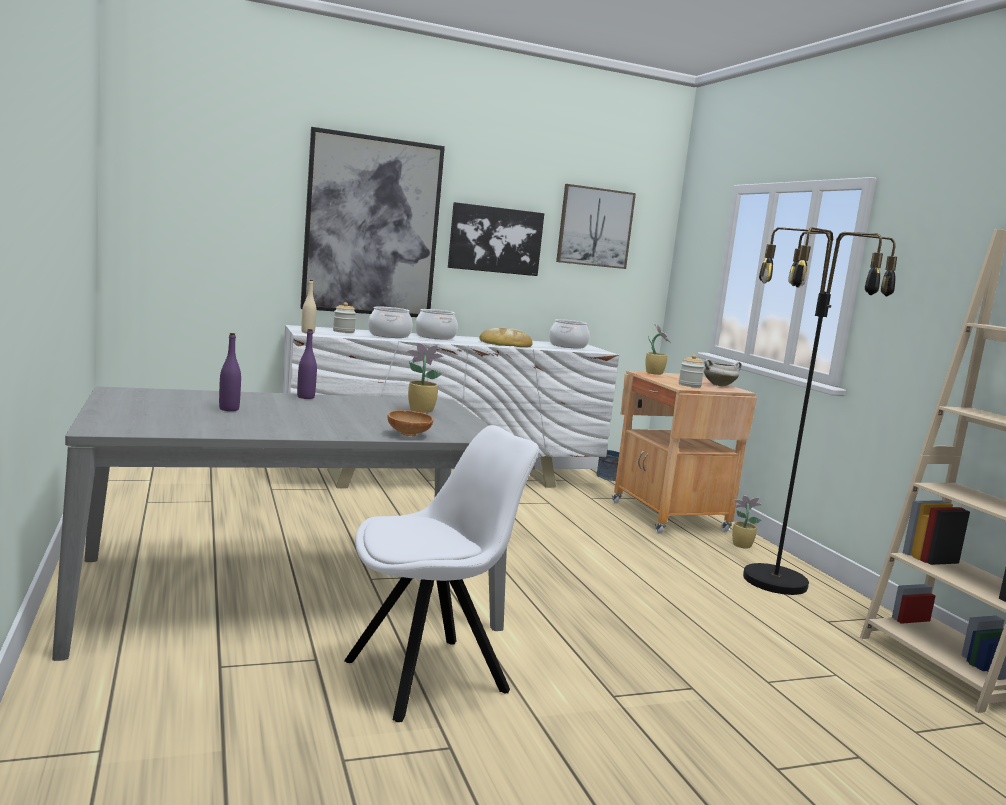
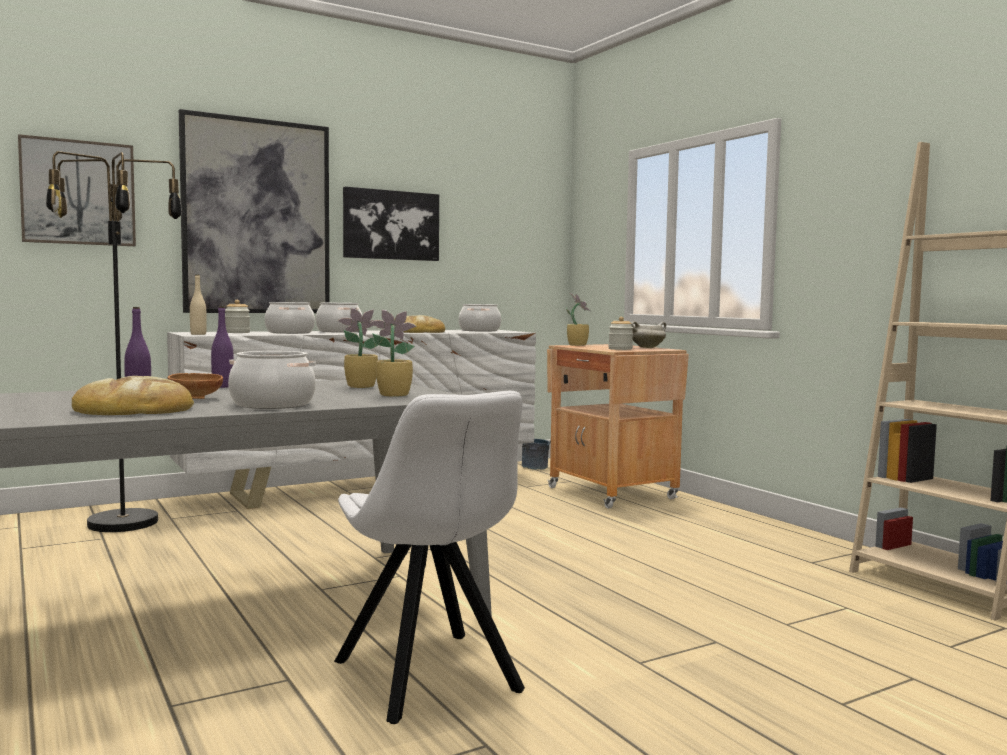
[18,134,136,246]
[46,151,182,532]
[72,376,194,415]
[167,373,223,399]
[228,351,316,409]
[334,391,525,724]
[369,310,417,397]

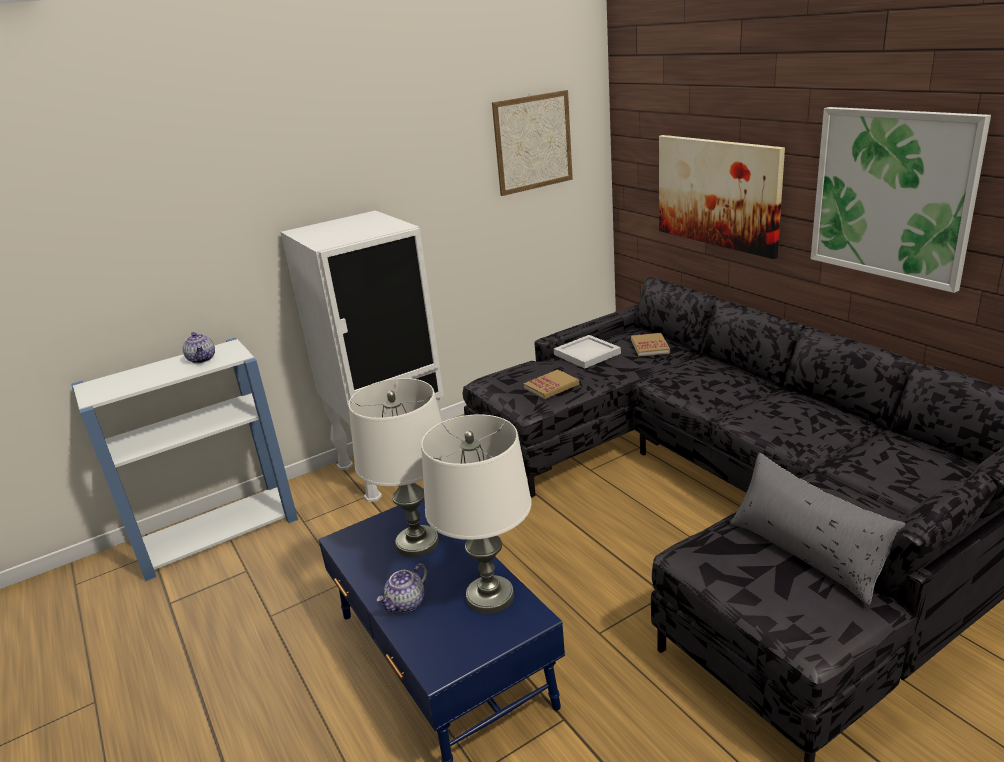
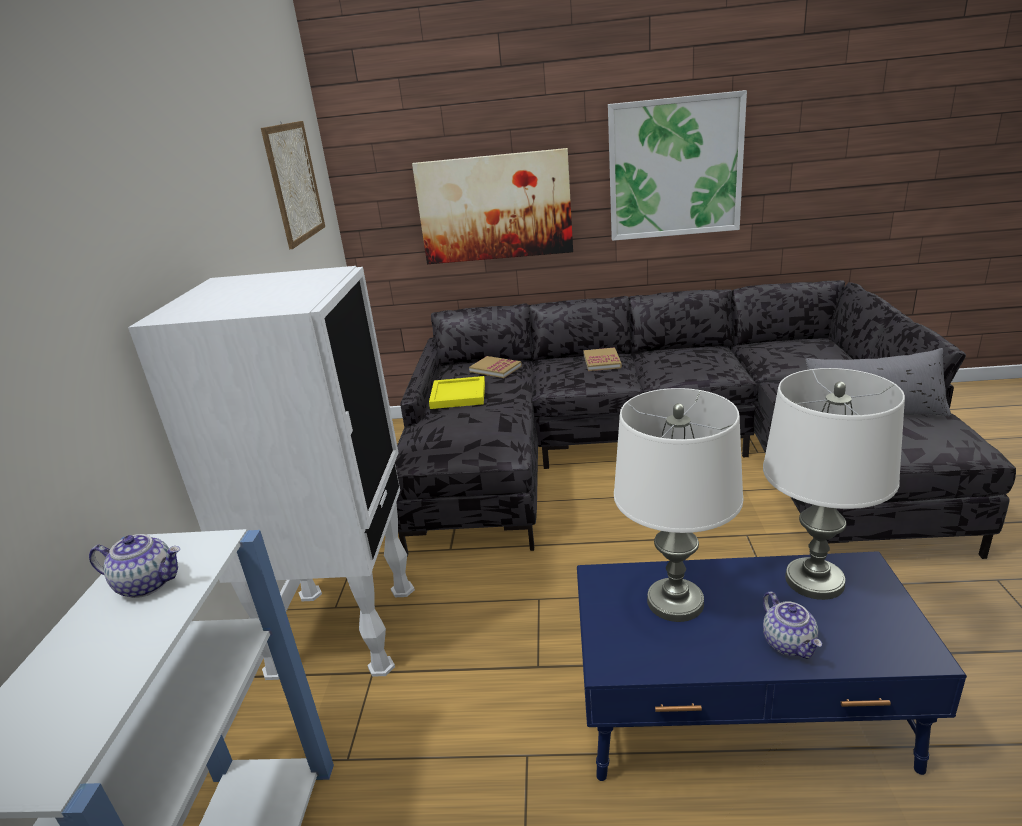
[429,376,485,409]
[583,347,622,371]

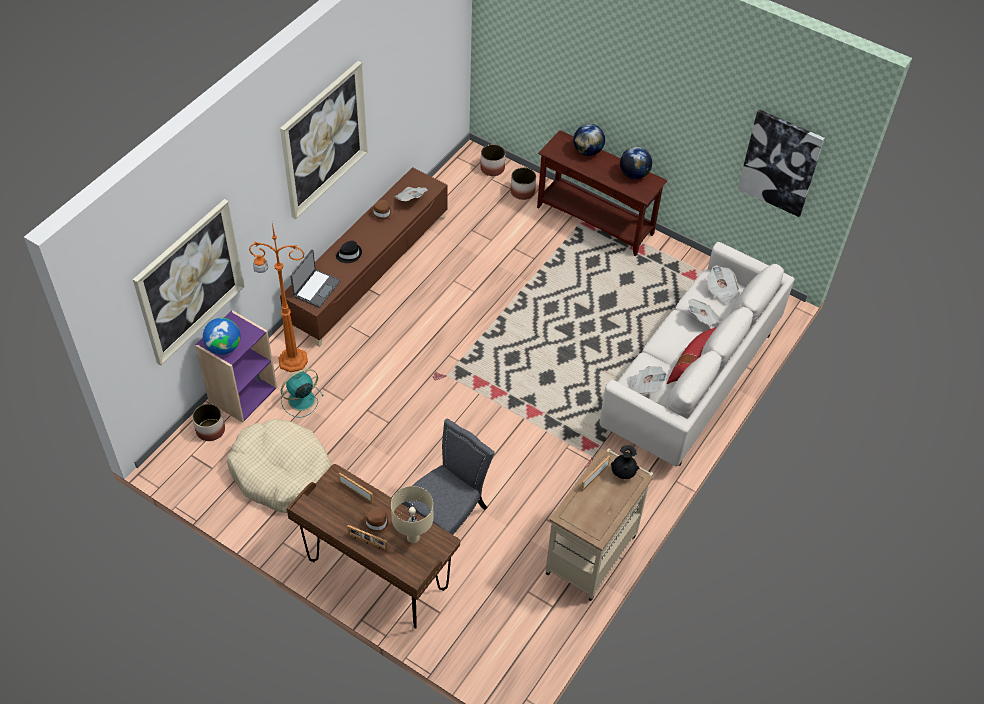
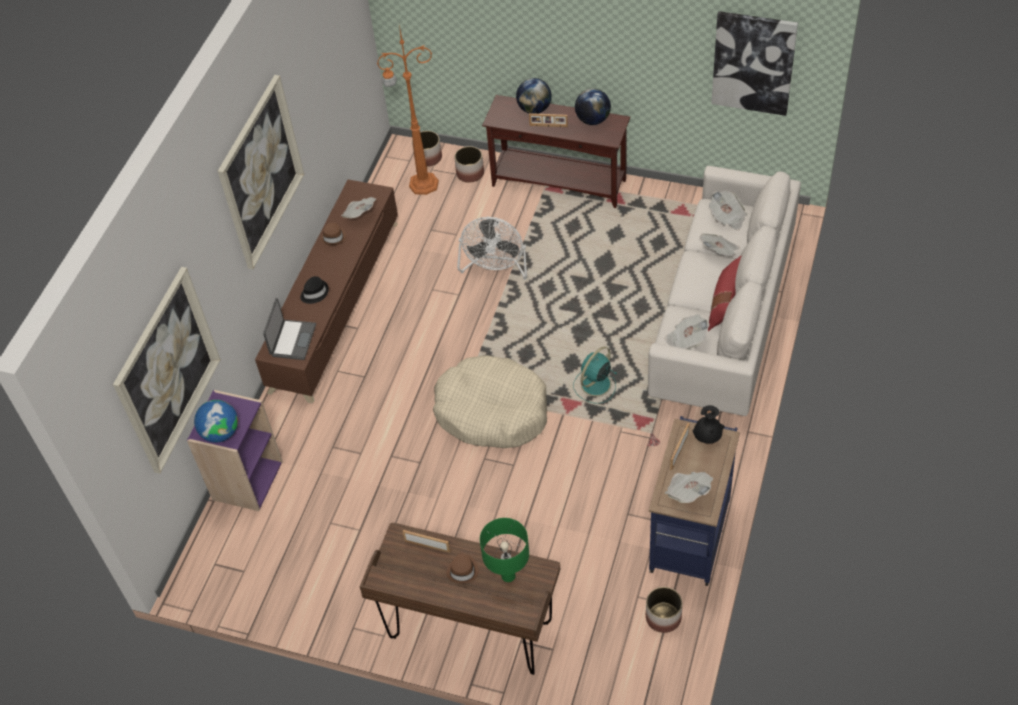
[377,25,439,195]
[433,355,547,448]
[457,217,527,280]
[480,518,529,582]
[529,113,568,127]
[574,346,617,404]
[646,587,682,633]
[649,416,740,586]
[664,472,713,503]
[402,418,495,535] (first image)

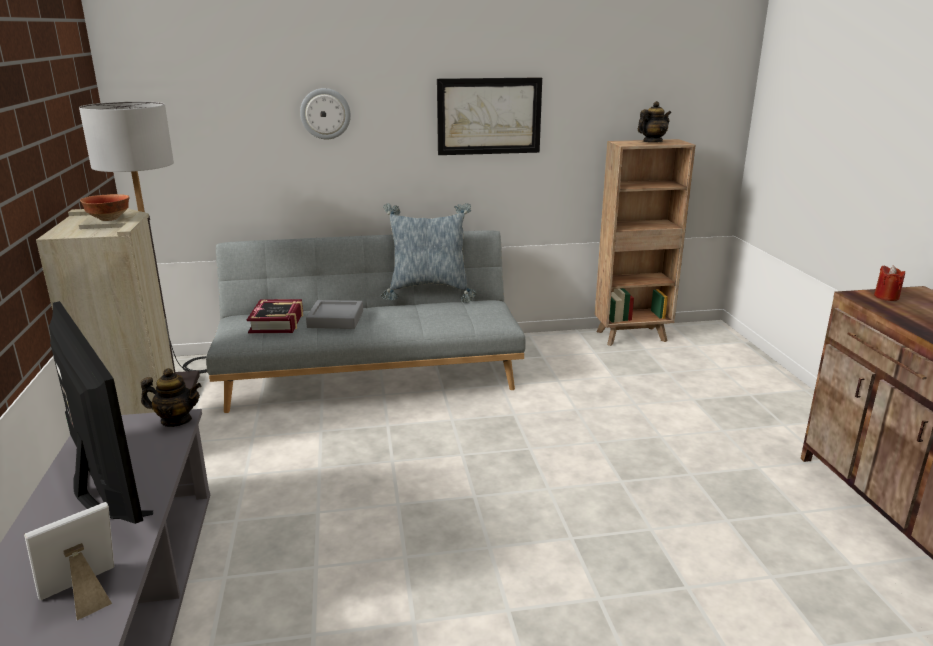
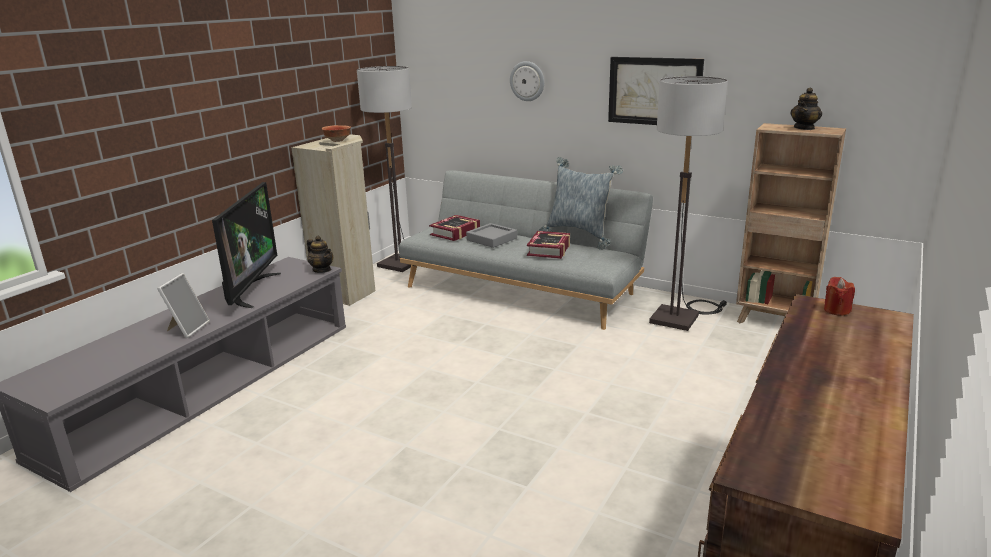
[157,273,210,338]
[527,231,570,259]
[649,76,728,331]
[790,87,822,130]

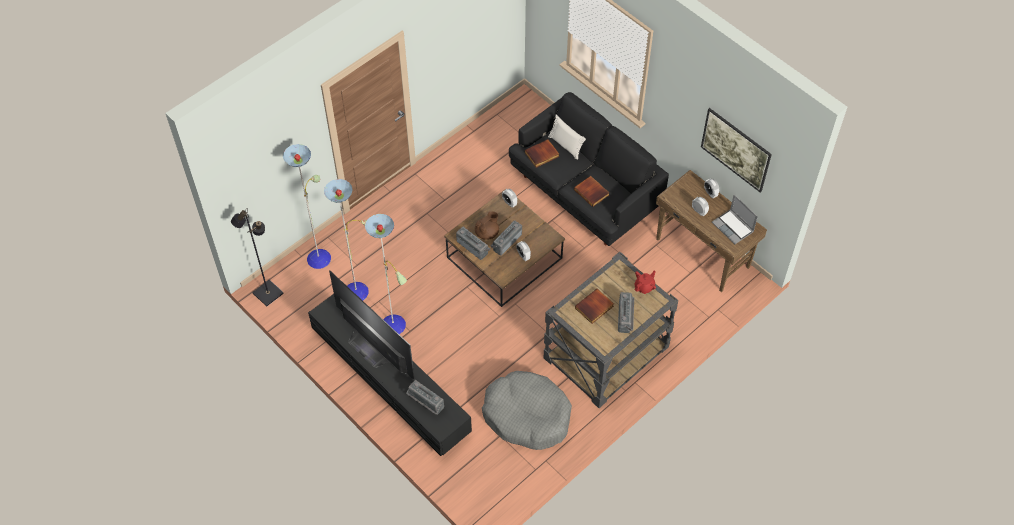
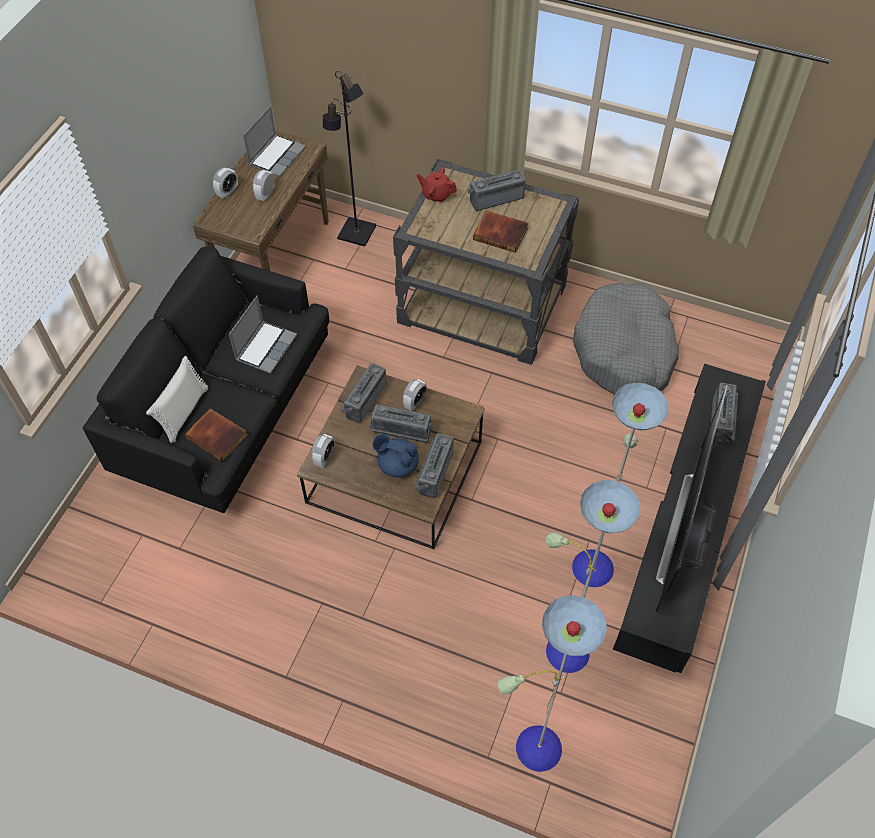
[229,296,297,374]
[323,71,376,247]
[340,363,387,423]
[372,434,419,477]
[701,108,772,193] (first image)

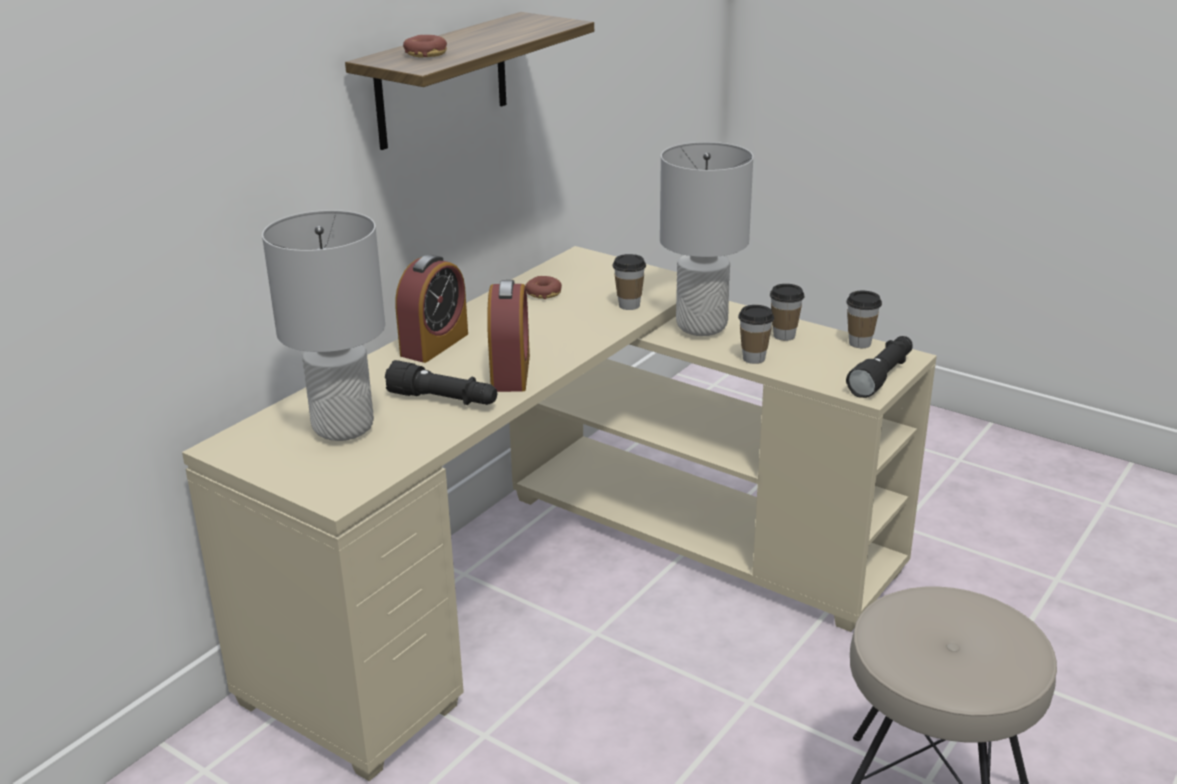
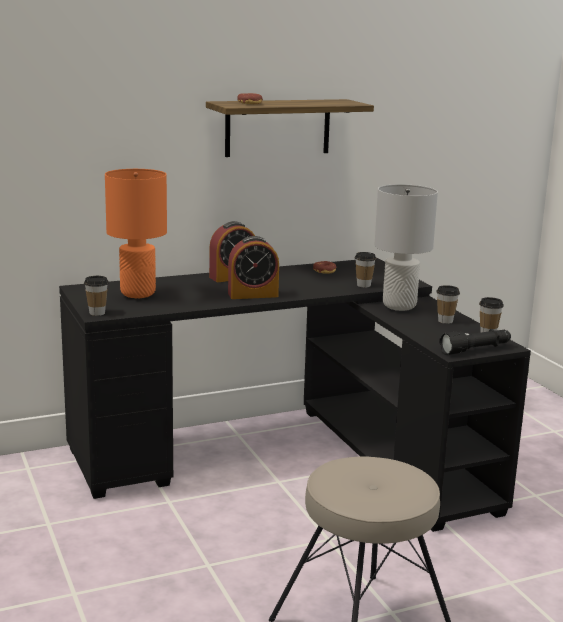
[59,258,531,532]
[84,276,109,316]
[105,169,167,298]
[228,236,279,299]
[385,360,497,405] (first image)

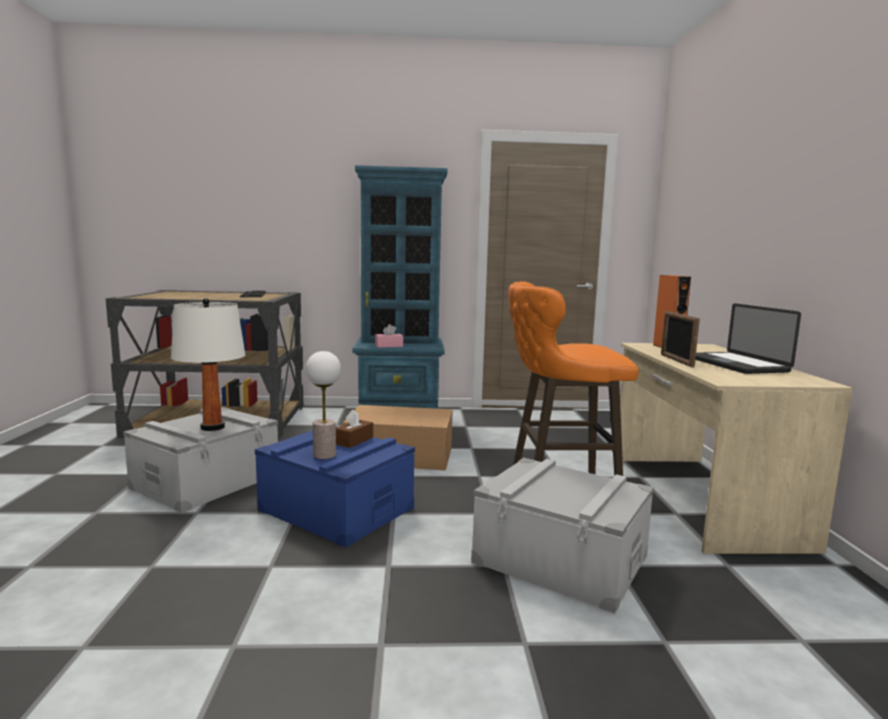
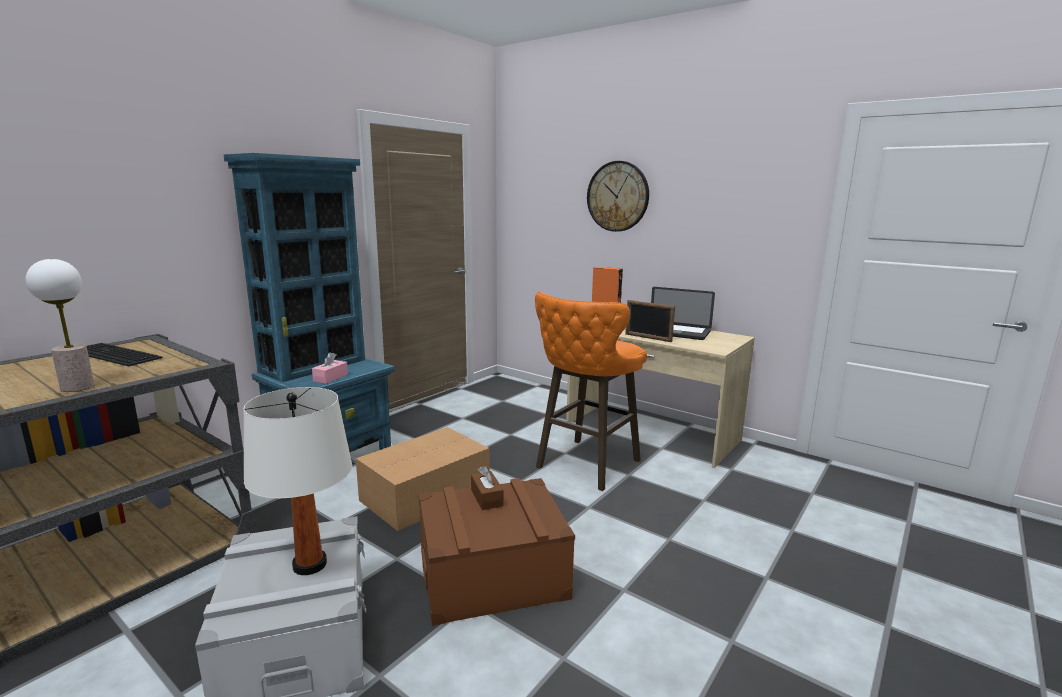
[26,259,95,392]
[419,478,575,626]
[587,161,649,232]
[471,458,654,613] (first image)

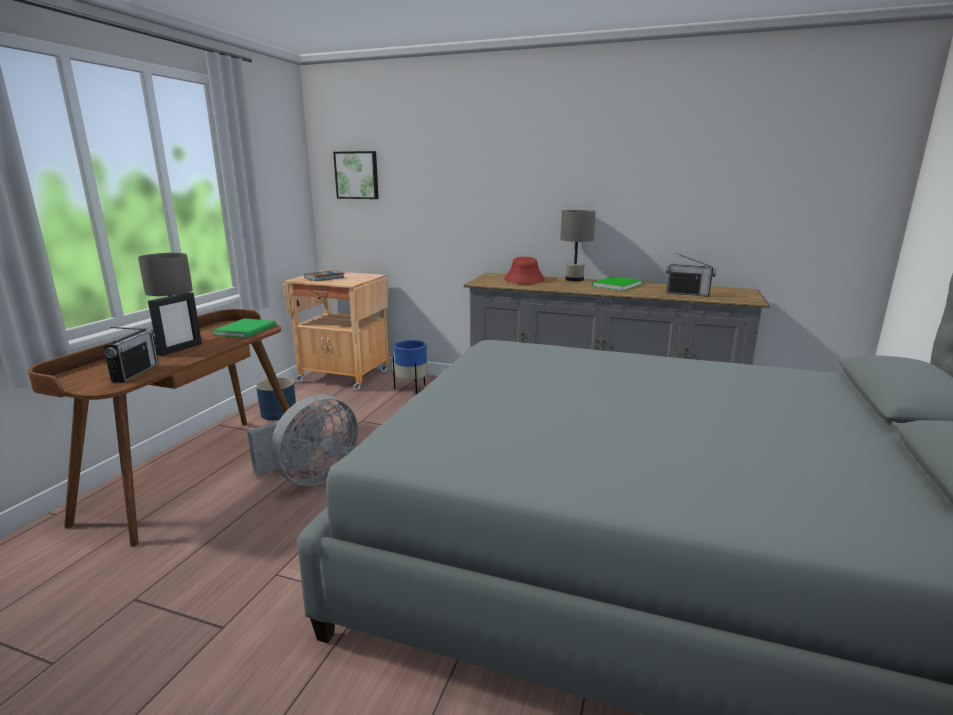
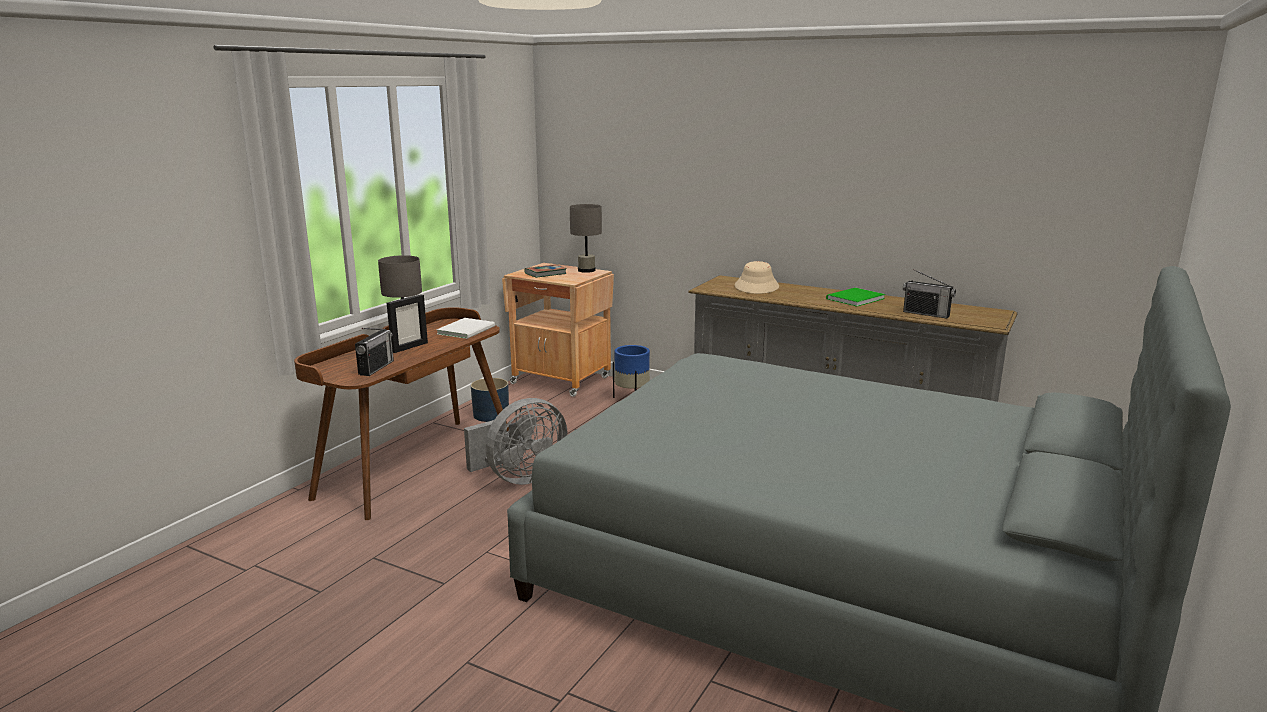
[436,318,495,339]
[570,204,602,273]
[735,261,779,294]
[333,151,379,199] (first image)

